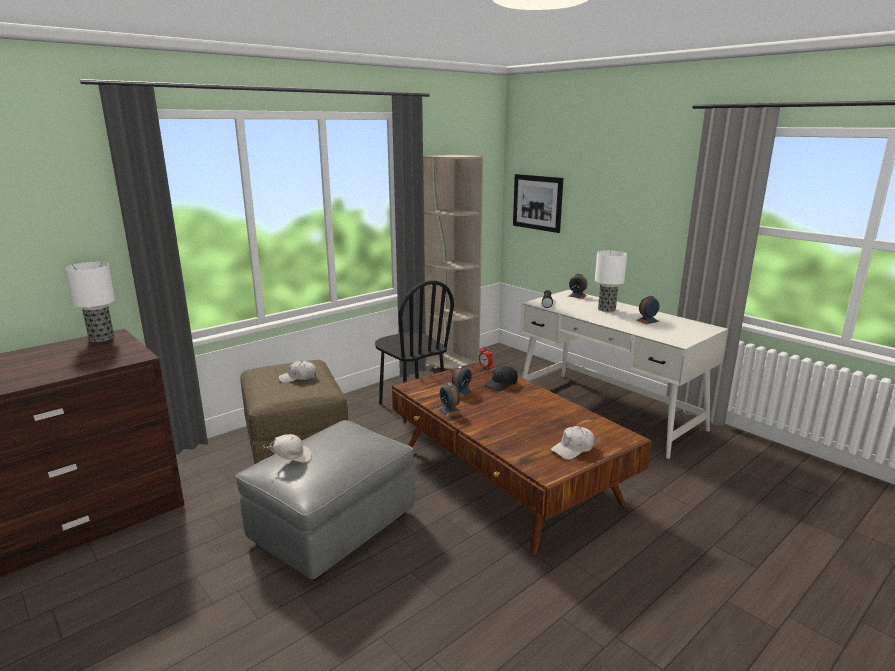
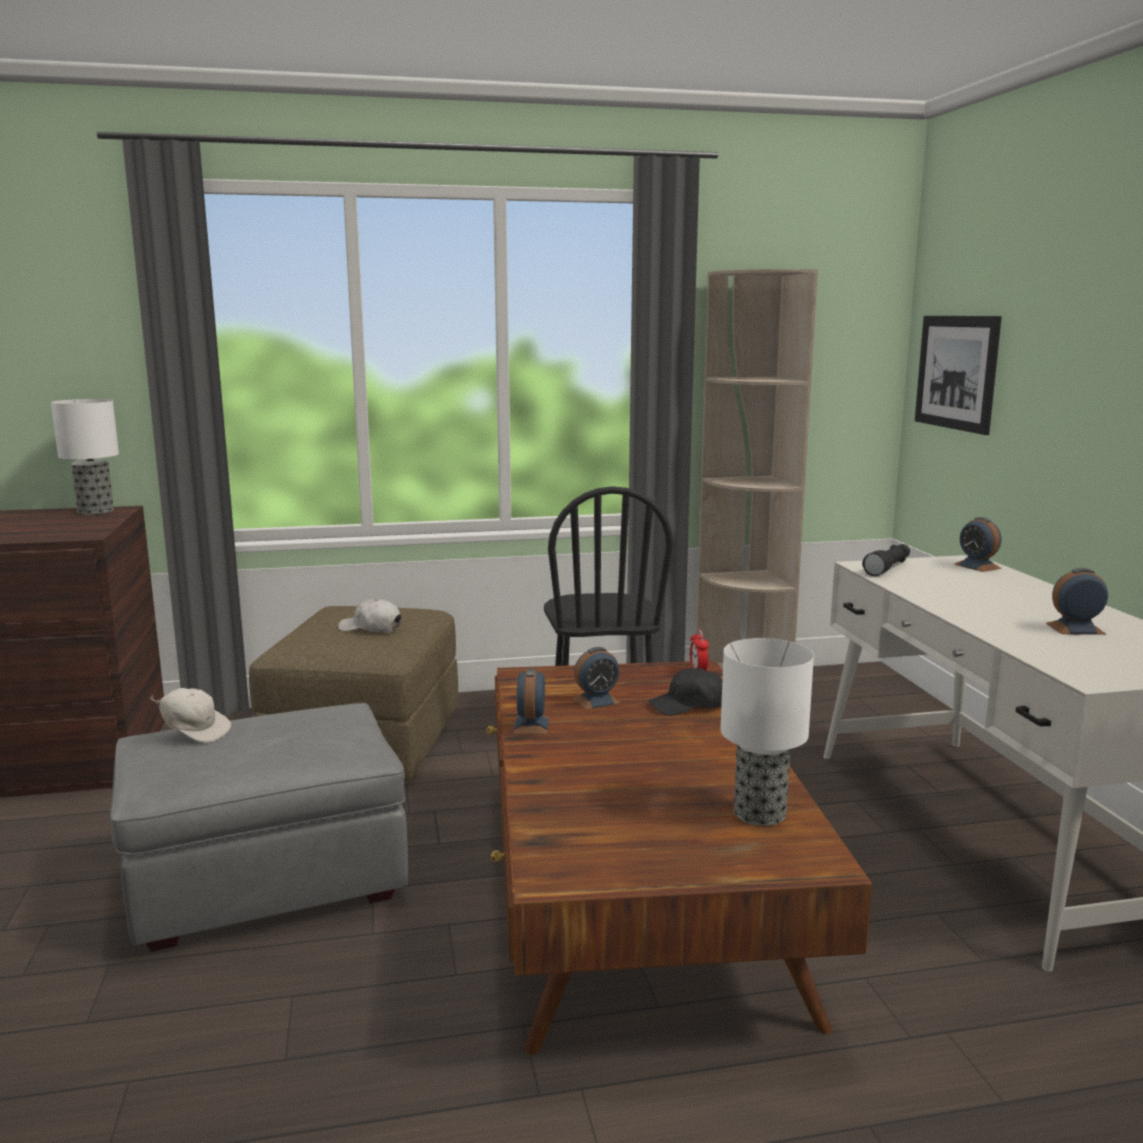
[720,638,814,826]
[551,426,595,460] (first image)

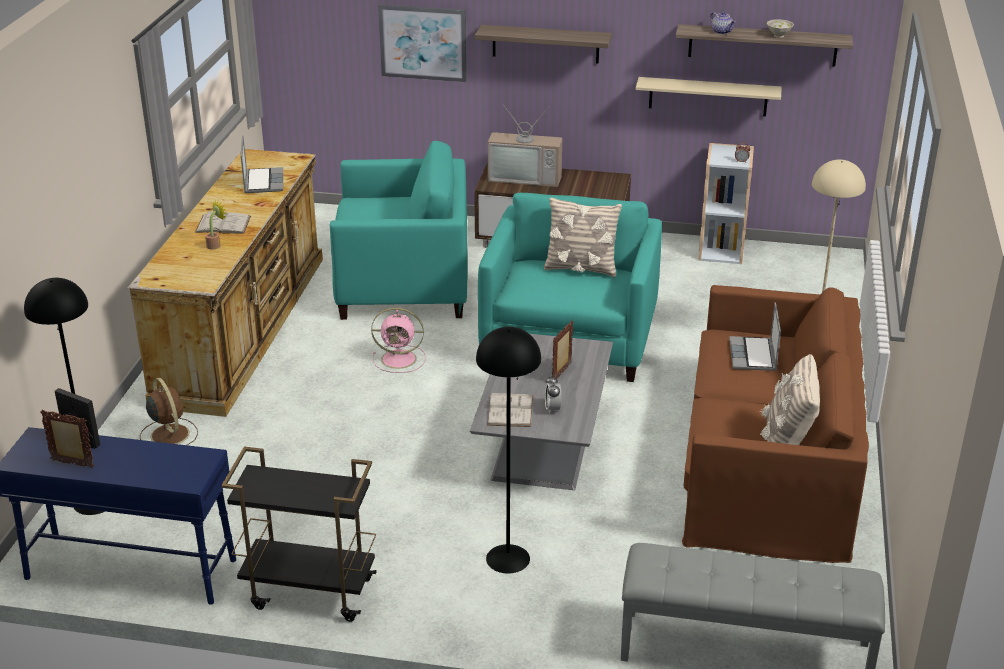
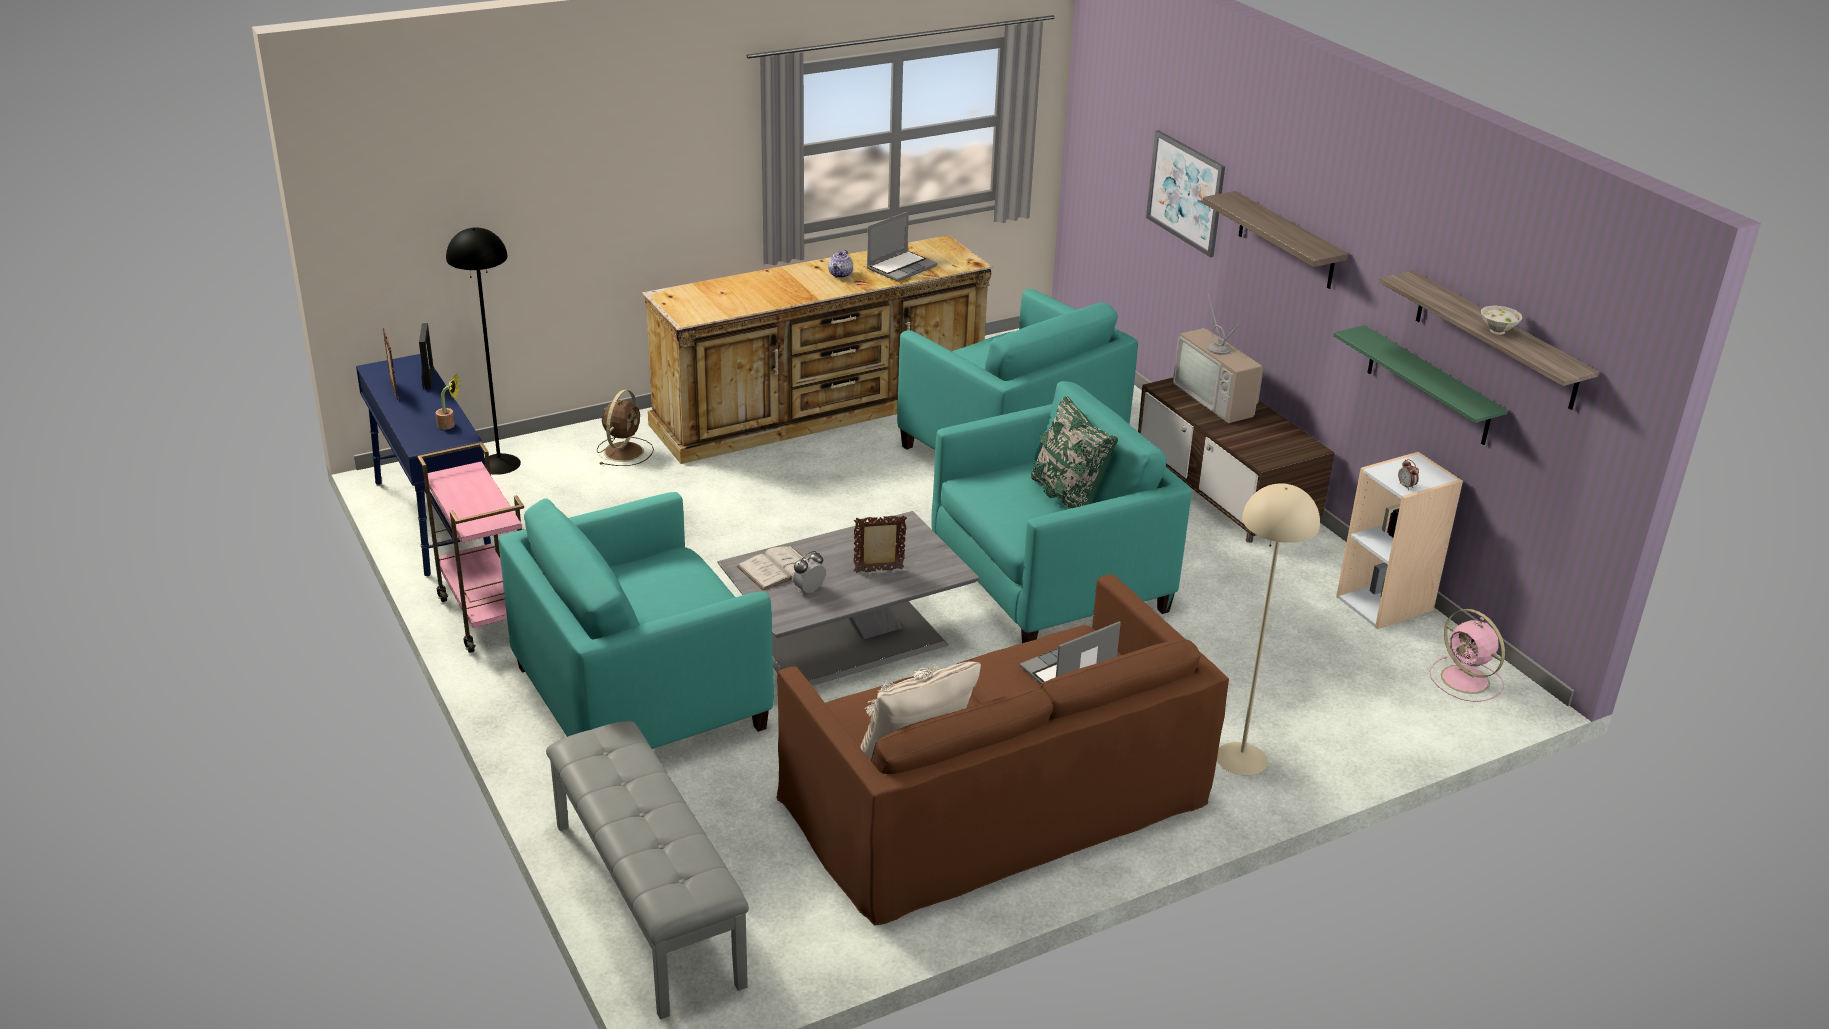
[417,442,524,653]
[436,374,461,430]
[498,492,774,749]
[828,250,853,278]
[1031,396,1118,509]
[1333,325,1508,445]
[1429,609,1505,702]
[195,211,251,234] (first image)

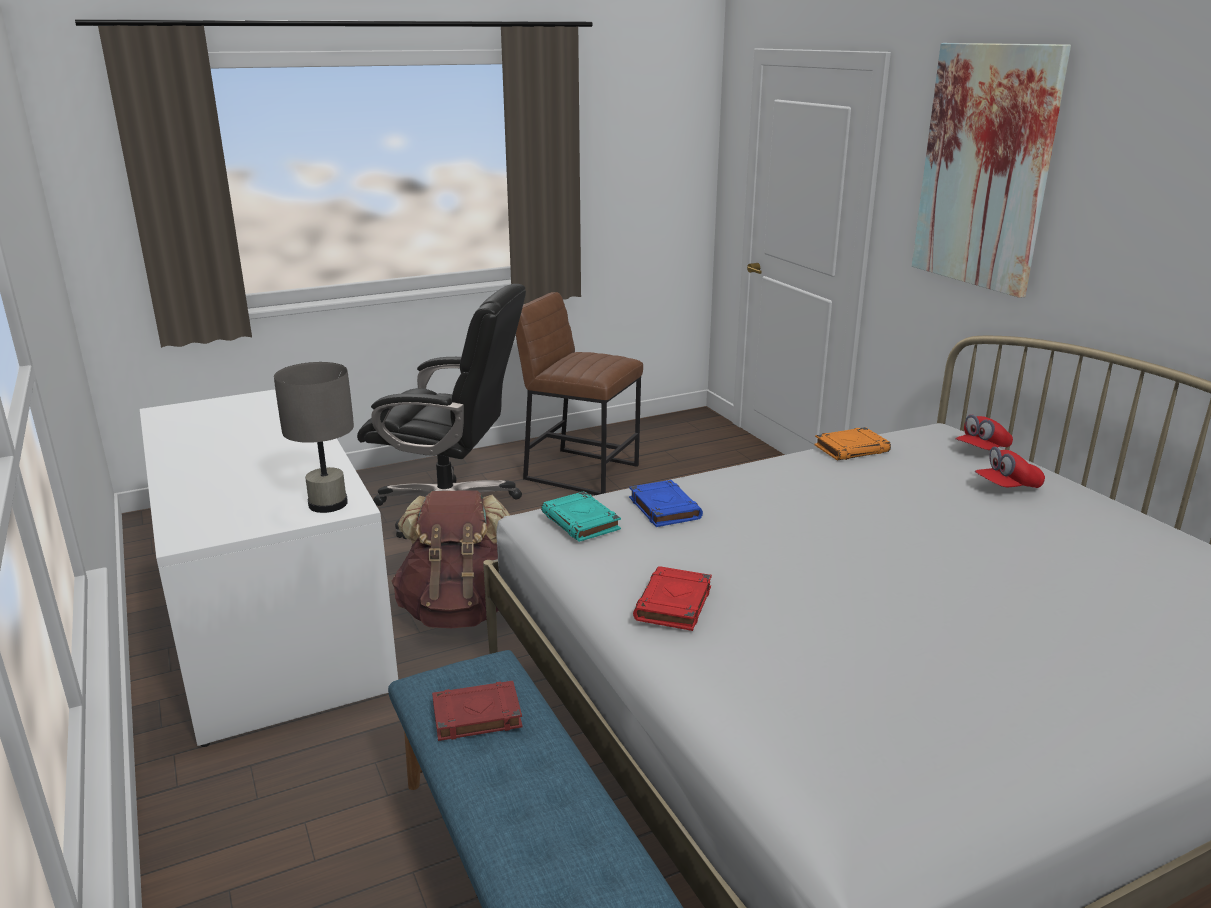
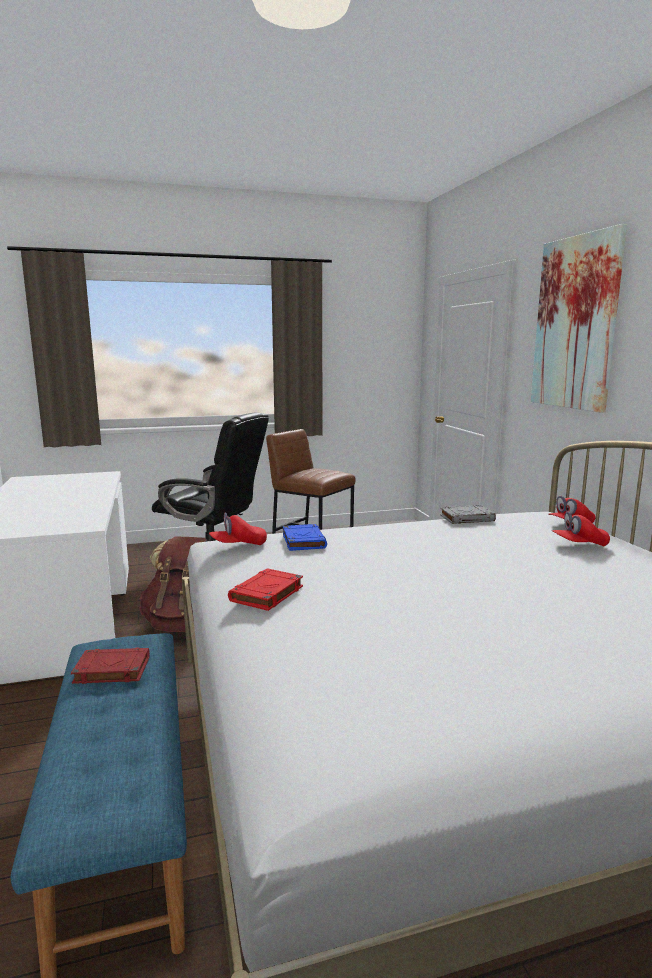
[209,512,267,545]
[440,505,496,524]
[274,362,354,513] (first image)

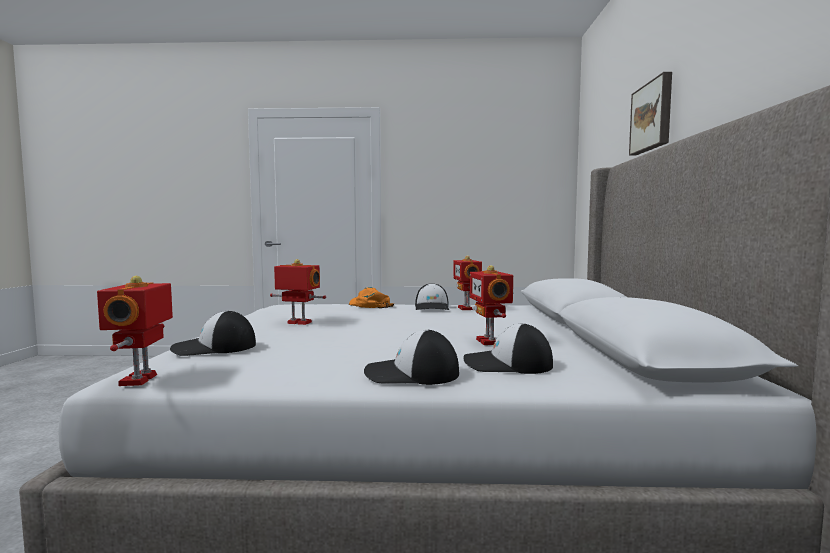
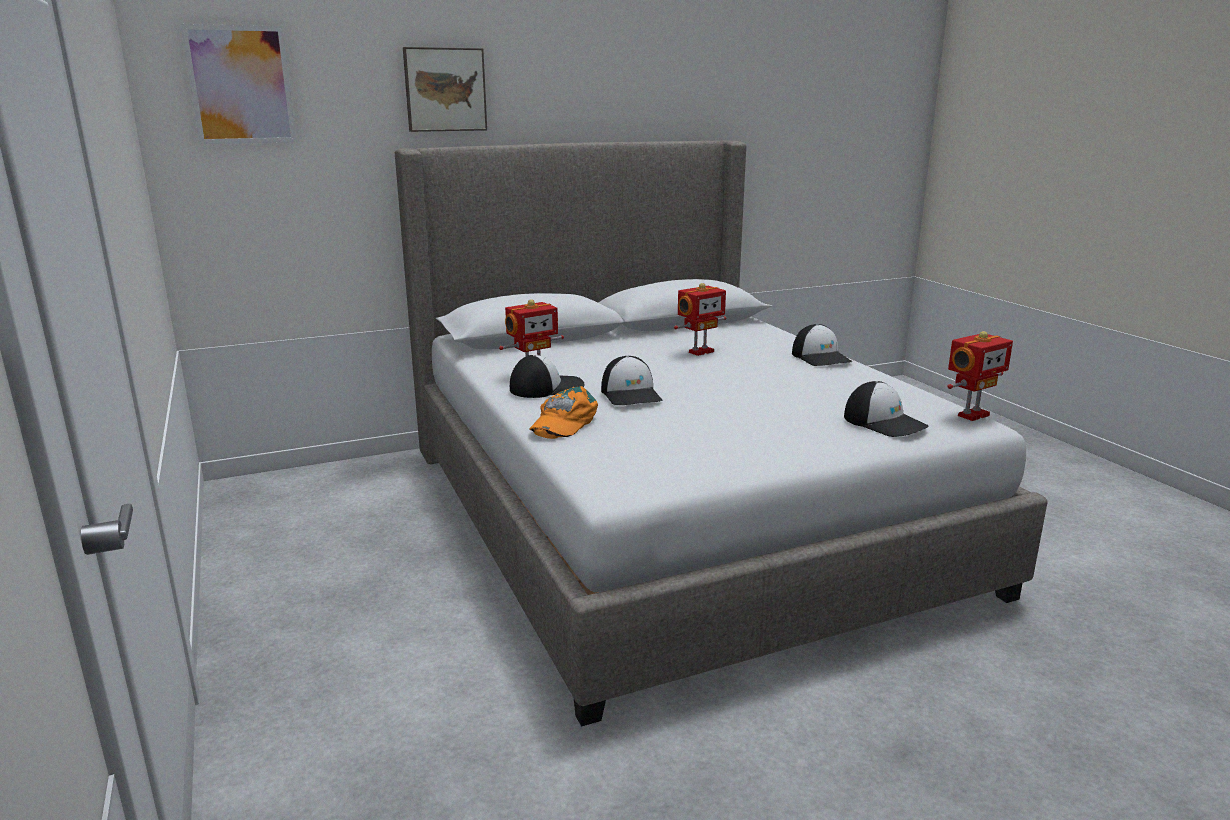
[181,24,297,144]
[601,356,663,405]
[270,259,326,325] (first image)

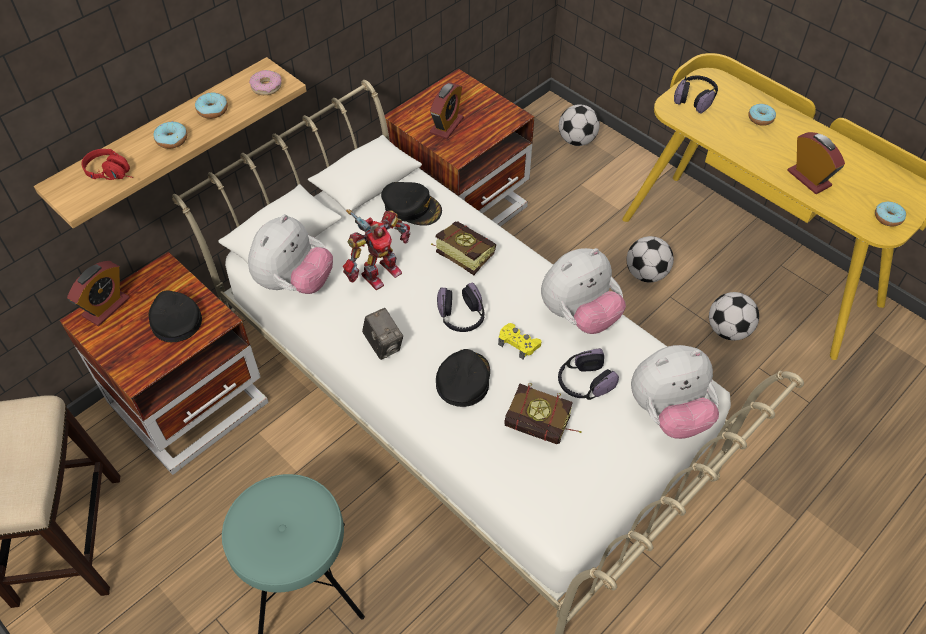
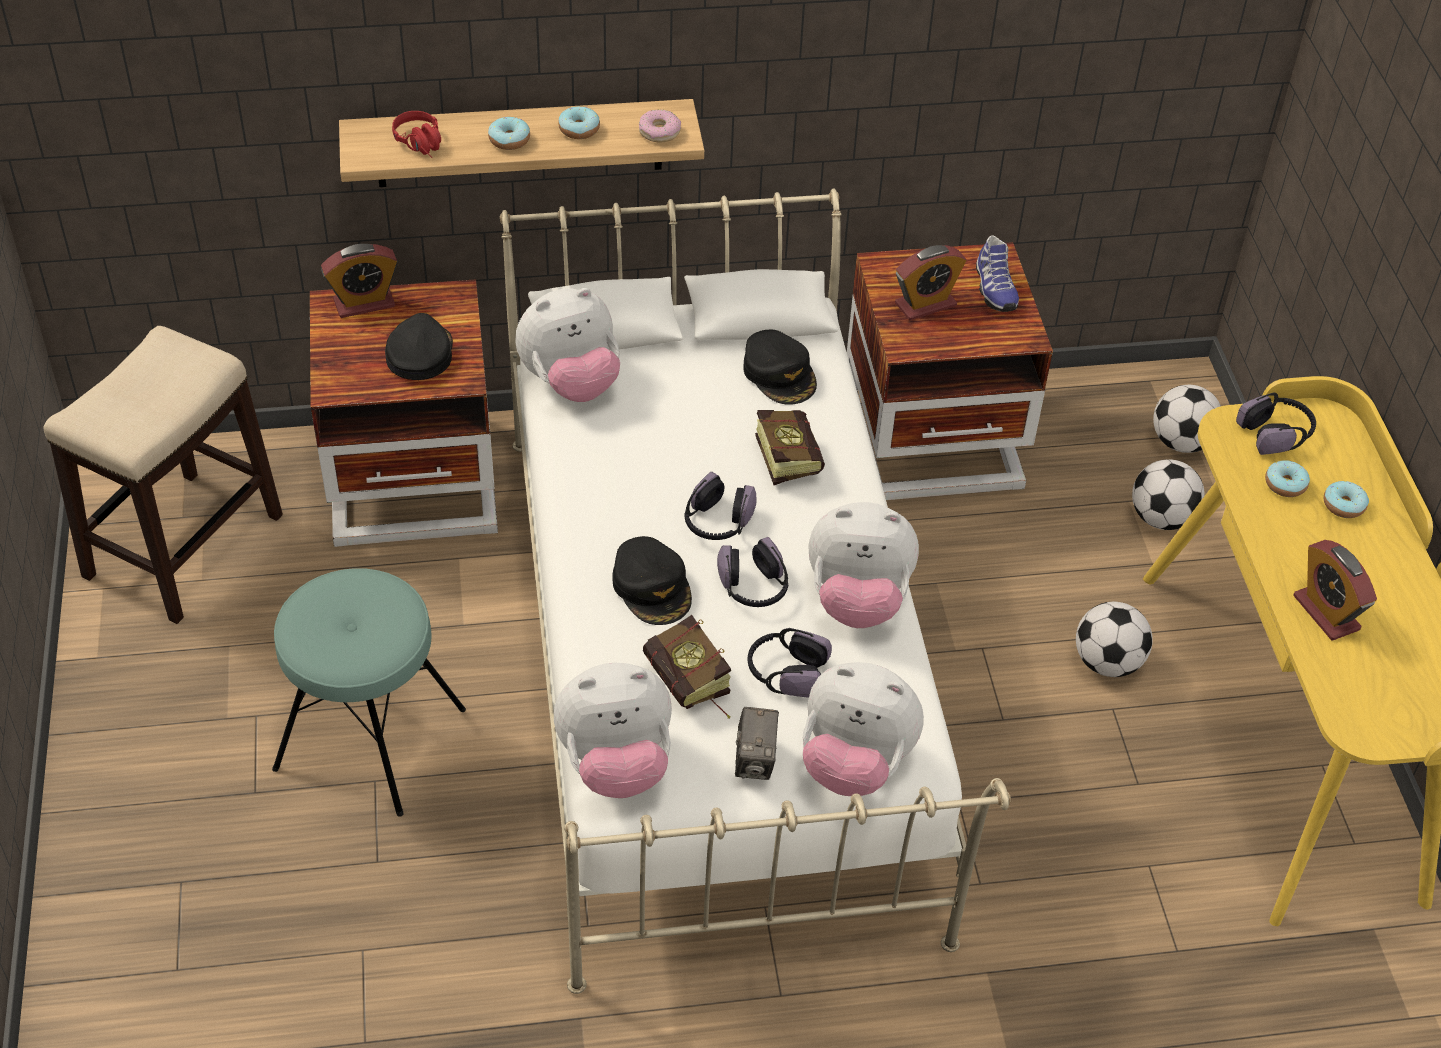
[554,663,672,798]
[613,536,692,625]
[717,537,788,607]
[735,707,779,780]
[976,235,1019,312]
[1132,459,1205,530]
[1265,460,1310,497]
[1293,540,1377,640]
[343,209,410,290] (first image)

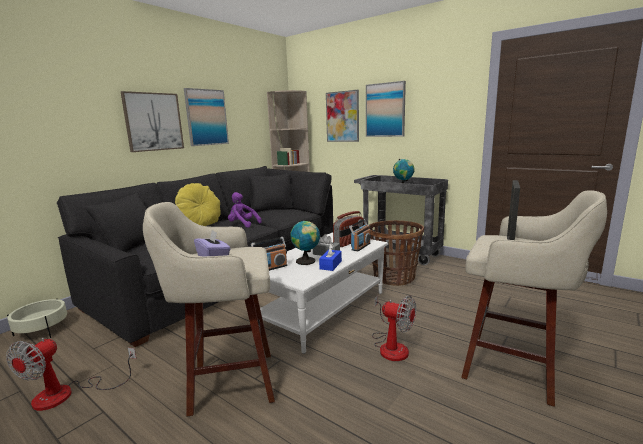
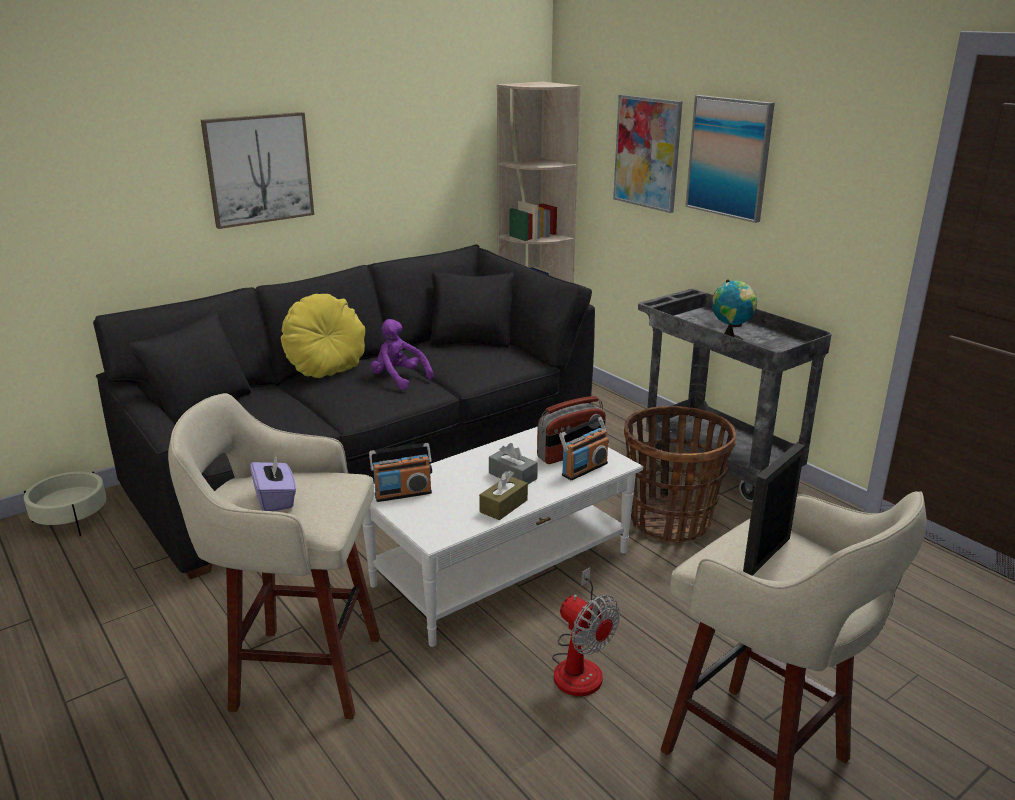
[479,470,528,520]
[6,338,136,411] (first image)
[184,88,229,146] (first image)
[290,220,320,265] (first image)

